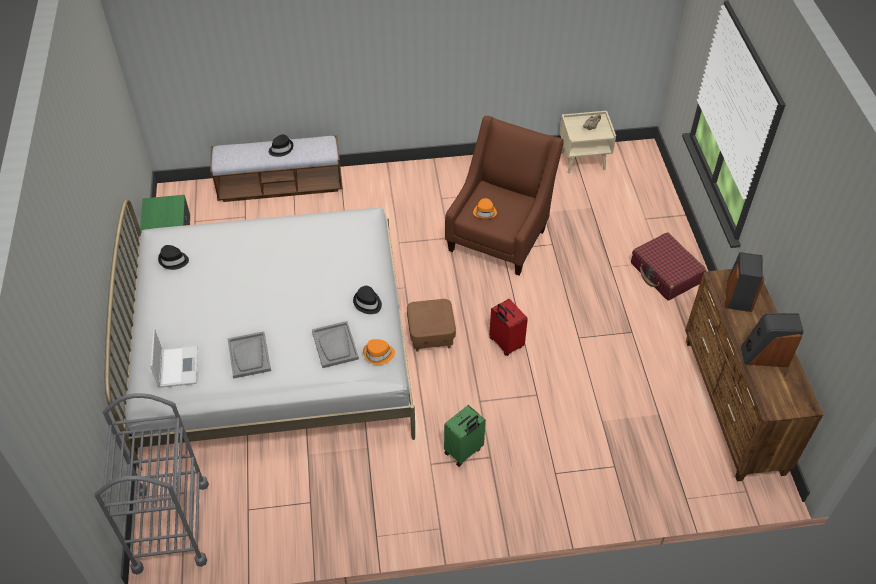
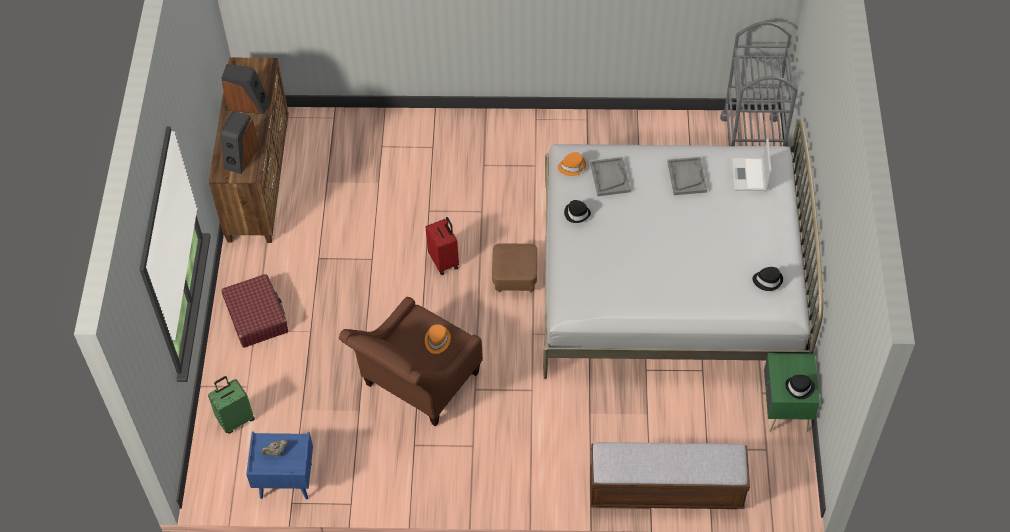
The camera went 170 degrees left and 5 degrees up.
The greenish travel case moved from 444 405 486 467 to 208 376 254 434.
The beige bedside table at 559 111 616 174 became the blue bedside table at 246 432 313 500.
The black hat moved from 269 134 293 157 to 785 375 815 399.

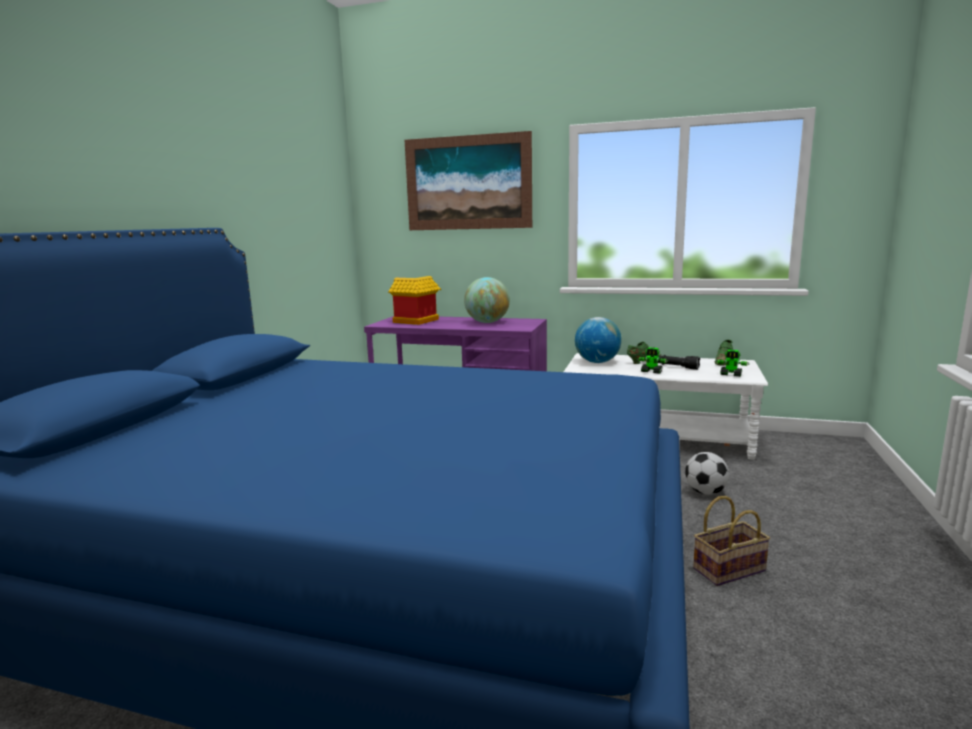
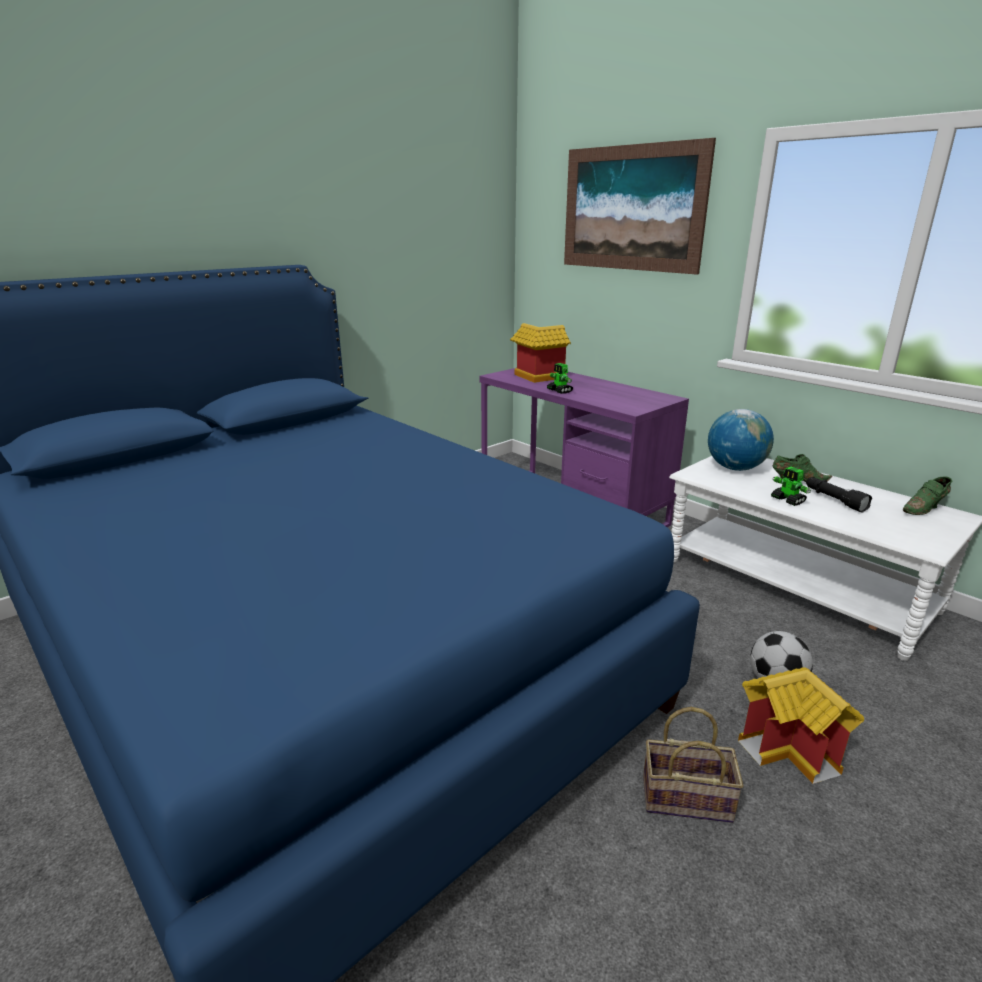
The camera went 30 degrees right and 10 degrees up.
The model robot moved from 716 350 750 377 to 547 363 573 394.
The miniature house at 738 667 864 784 appeared.
The globe at 464 277 510 323 disappeared.

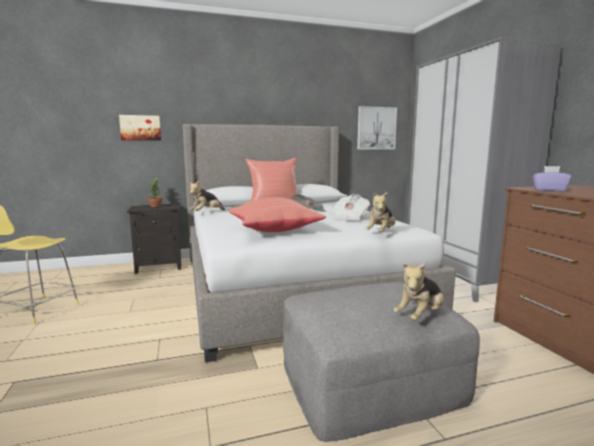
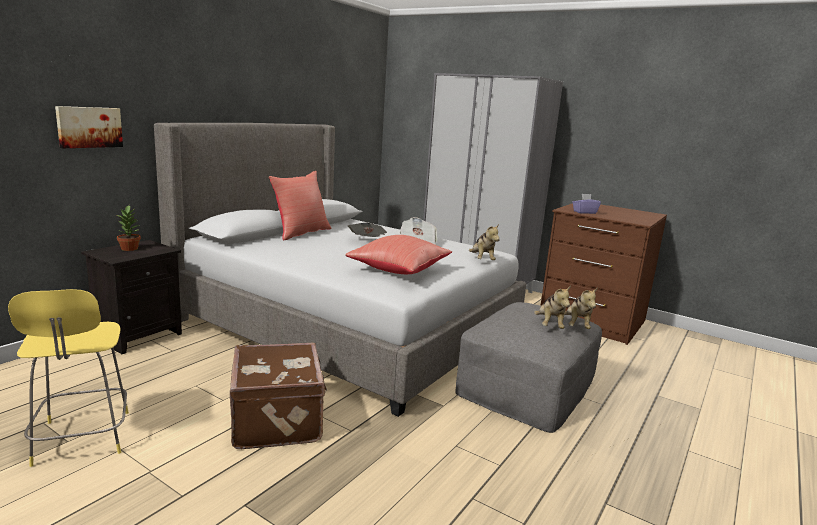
The camera went 40 degrees left and 5 degrees up.
The brown travel case at 230 342 327 449 appeared.
The plush toy moved from 189 181 225 211 to 534 286 571 329.
The picture at 357 106 397 149 disappeared.

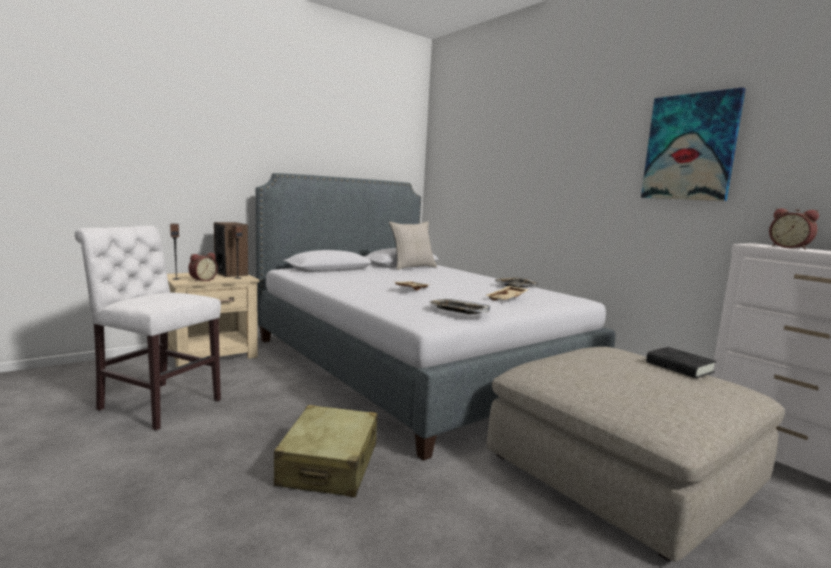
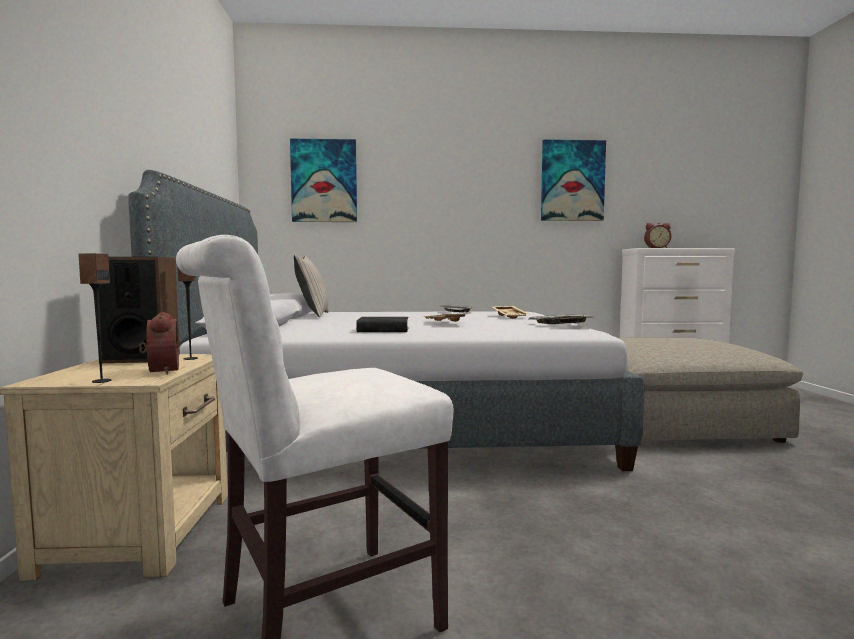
The camera went 55 degrees left and 5 degrees down.
The picture at 290 138 357 222 appeared.
The black book moved from 646 347 716 378 to 356 317 409 332.
The beige travel case at 274 405 378 497 disappeared.

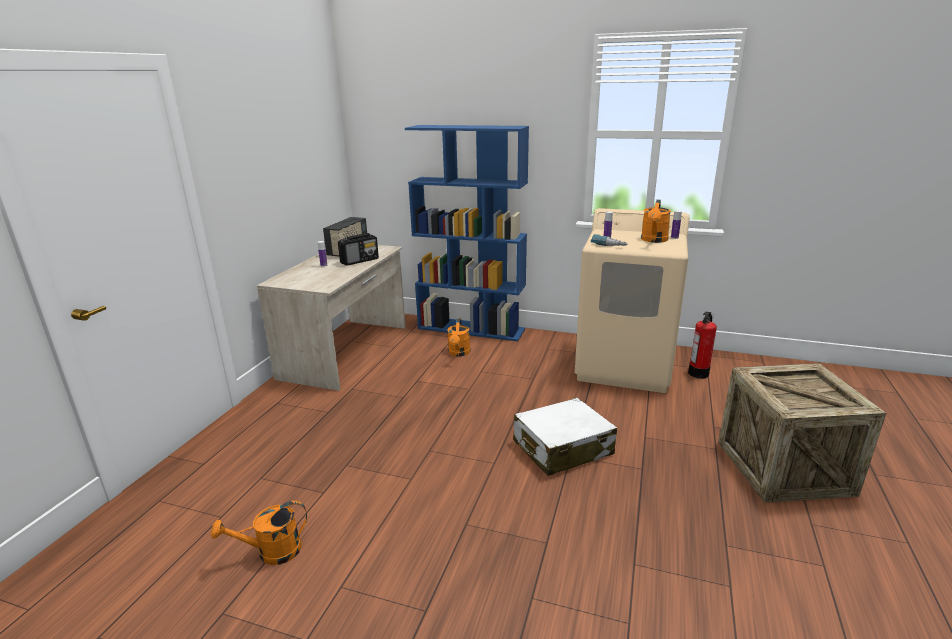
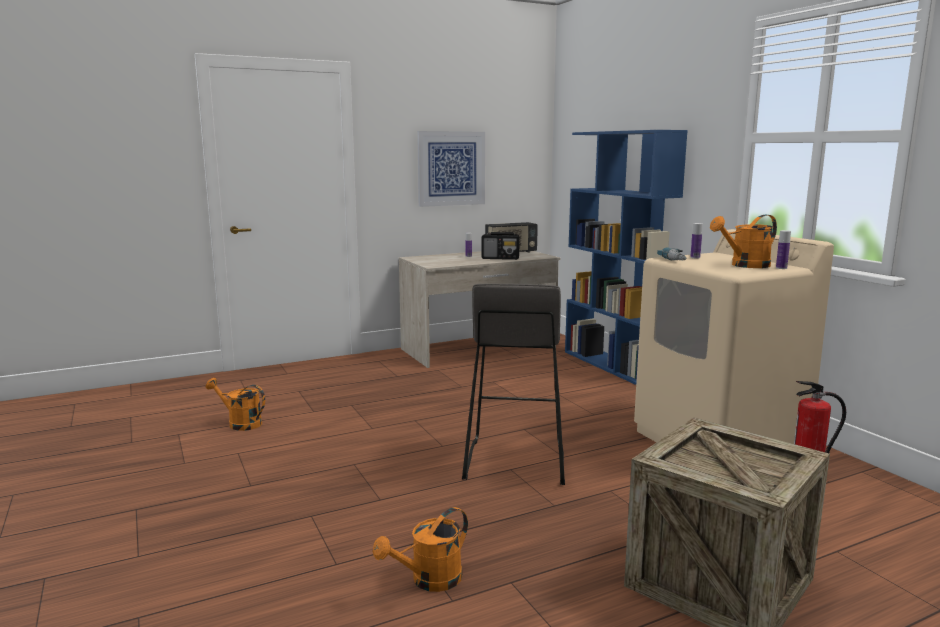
The camera went 45 degrees right and 10 degrees down.
The orange-coloured sprinkling can moved from 447 318 470 357 to 373 507 468 592.
The picture at 417 131 485 207 appeared.
The white-coloured travel case at 513 398 617 476 was replaced by the gray stool seat at 462 283 565 485.

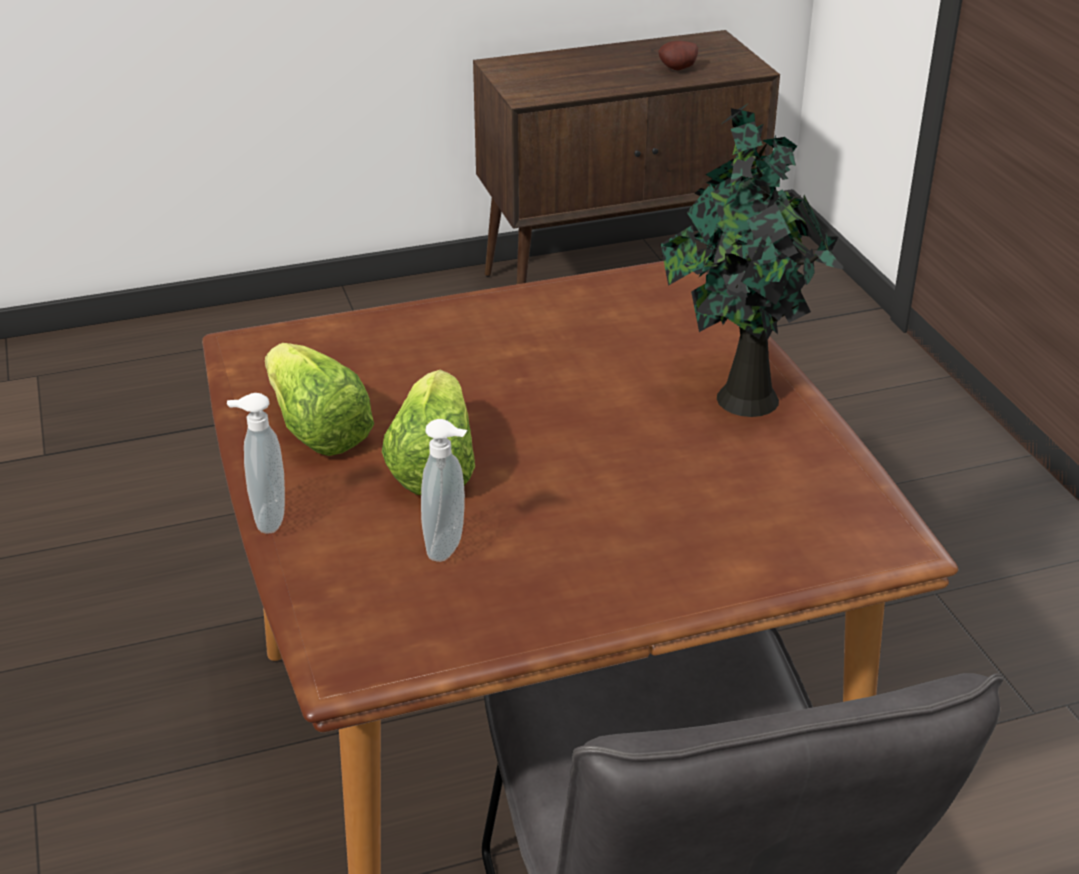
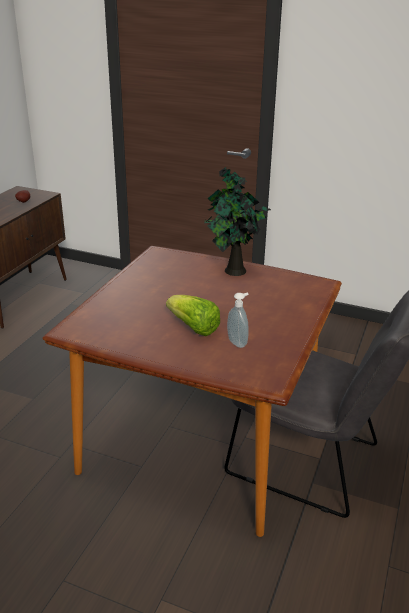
The camera went 50 degrees left and 5 degrees down.
The soap bottle at 227 393 285 534 disappeared.
The lettuce head at 265 343 374 456 disappeared.

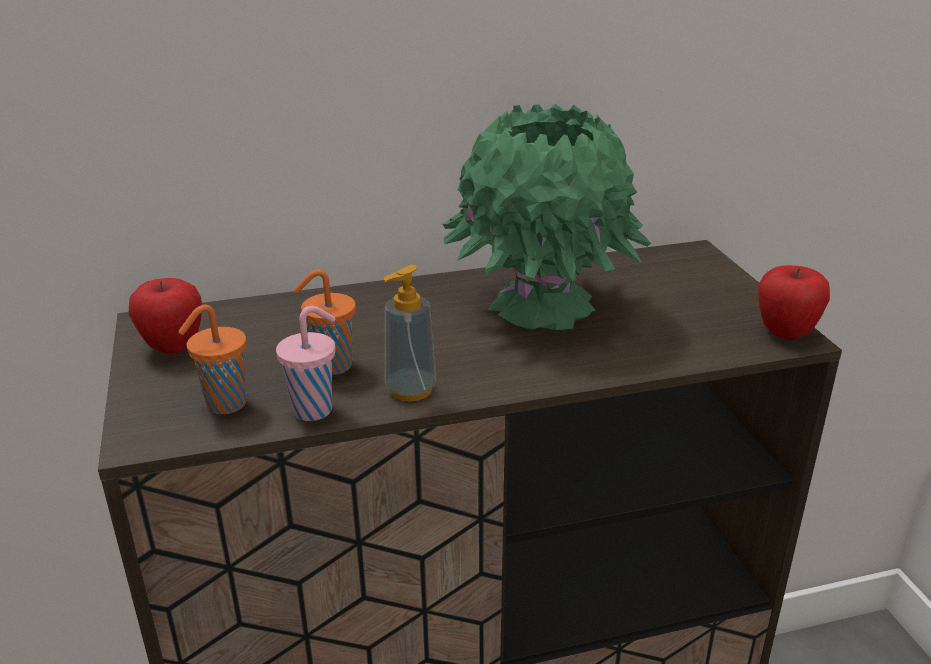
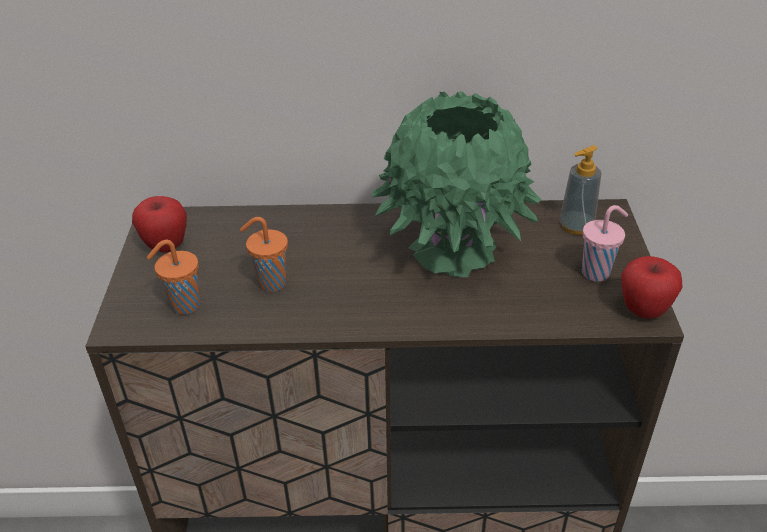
The camera went 15 degrees right and 10 degrees up.
The soap bottle moved from 383 265 437 402 to 559 145 601 235.
The pink-coloured small cup moved from 276 306 335 421 to 582 205 628 282.

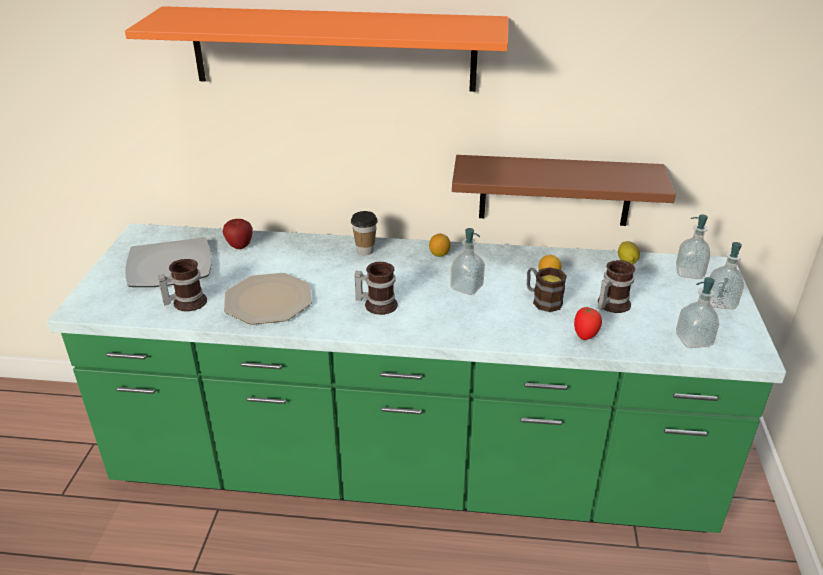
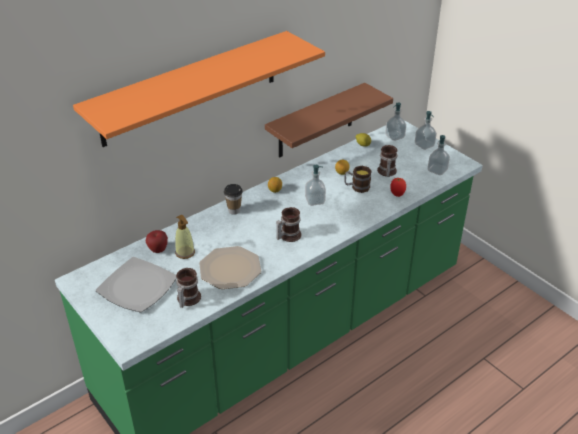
The camera went 45 degrees left and 5 degrees up.
The soap bottle at 175 215 195 259 appeared.

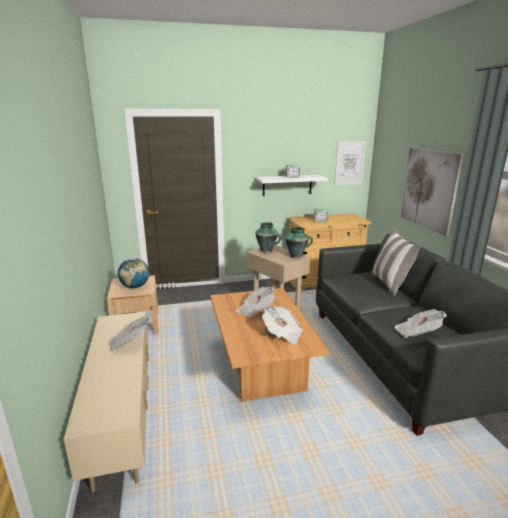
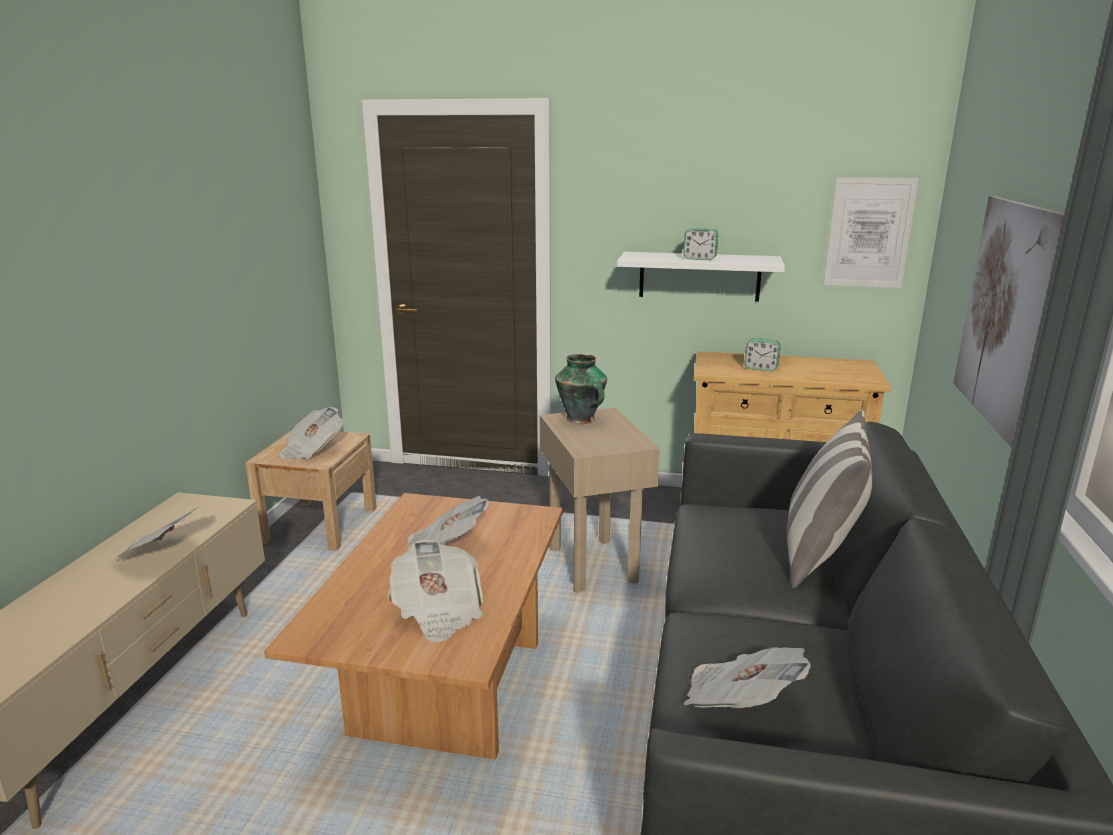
The camera went 25 degrees right and 0 degrees up.
The globe at 118 258 149 288 was replaced by the newspaper at 279 407 343 459.
The vase at 285 227 313 259 disappeared.

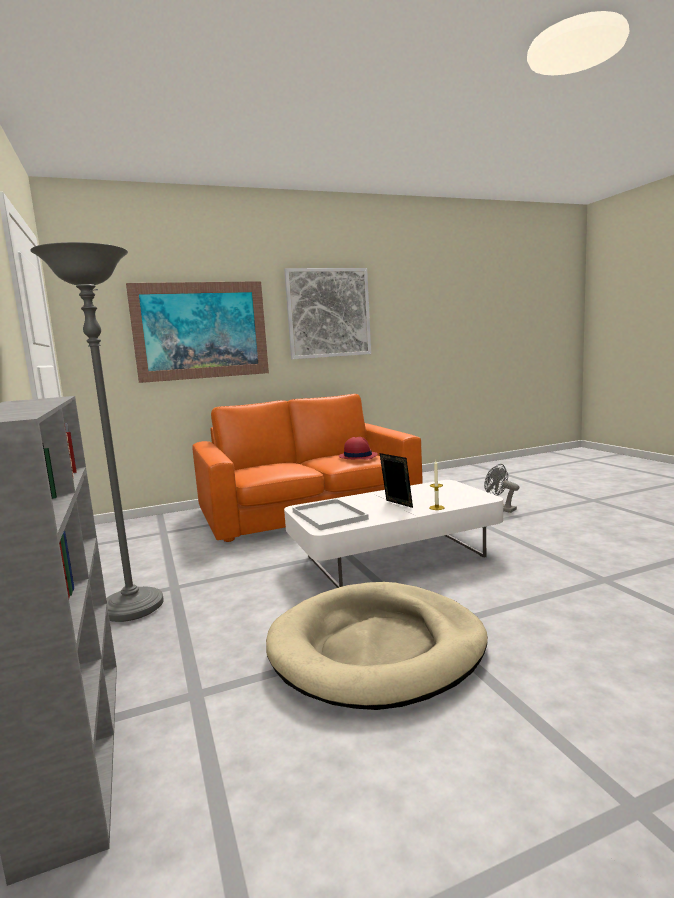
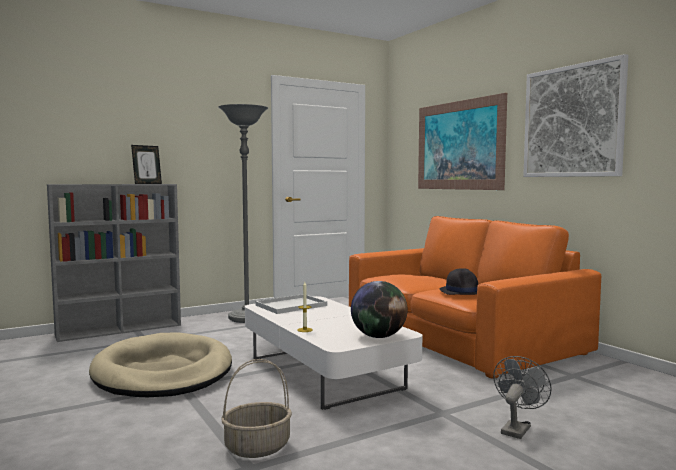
The camera went 80 degrees right and 5 degrees down.
The photo frame moved from 380 453 413 508 to 131 145 162 184.
The household basket at 222 359 292 458 appeared.
The globe at 351 281 408 338 appeared.
The red hat at 339 437 378 459 became the black hat at 439 268 478 295.

